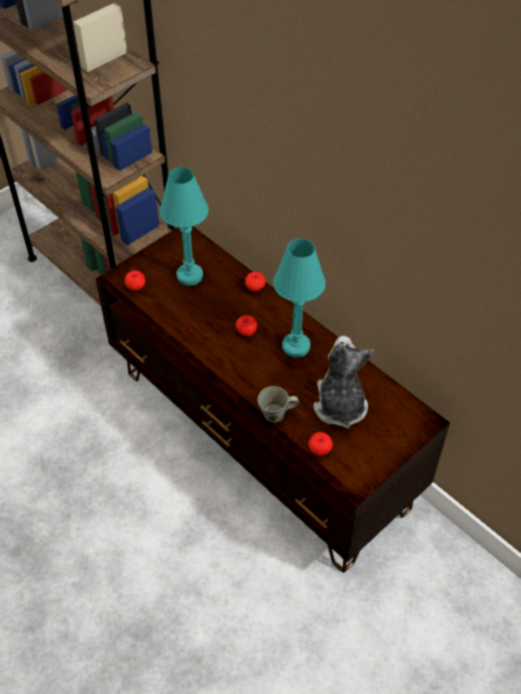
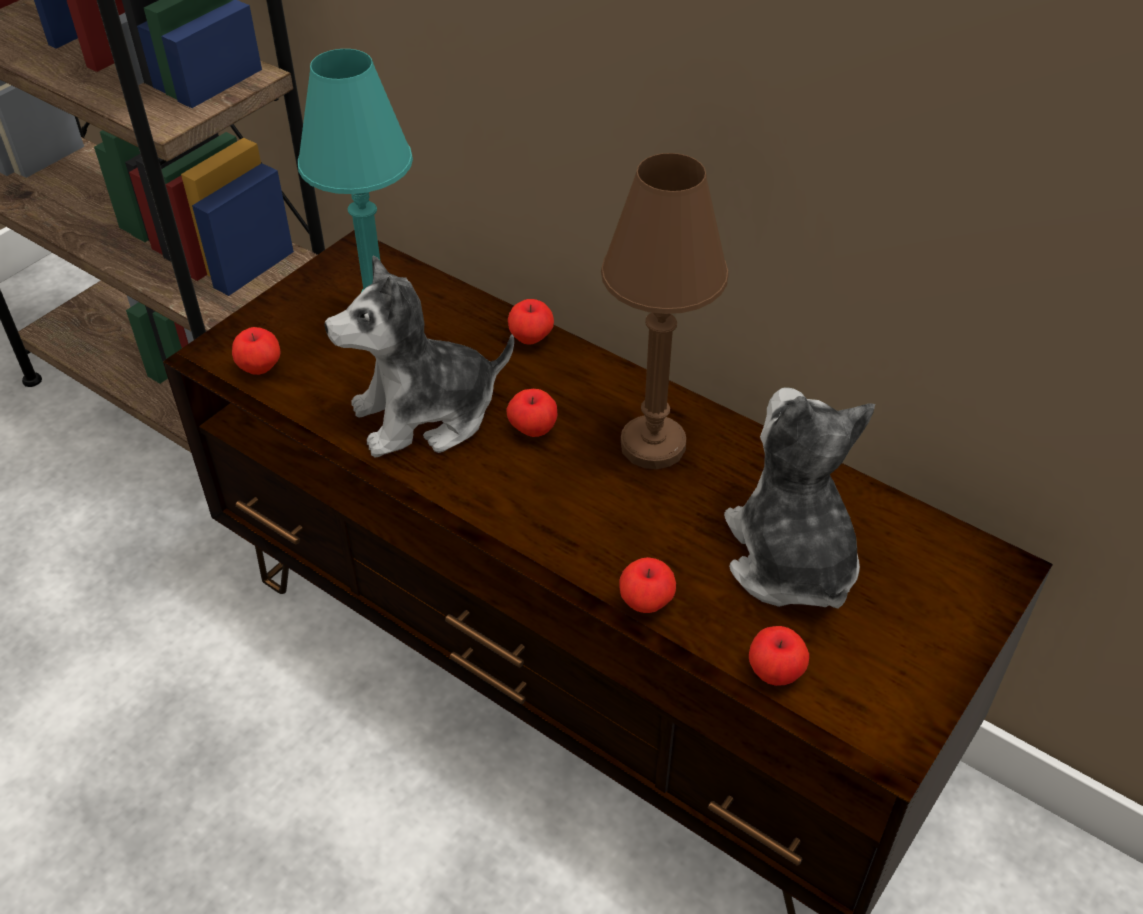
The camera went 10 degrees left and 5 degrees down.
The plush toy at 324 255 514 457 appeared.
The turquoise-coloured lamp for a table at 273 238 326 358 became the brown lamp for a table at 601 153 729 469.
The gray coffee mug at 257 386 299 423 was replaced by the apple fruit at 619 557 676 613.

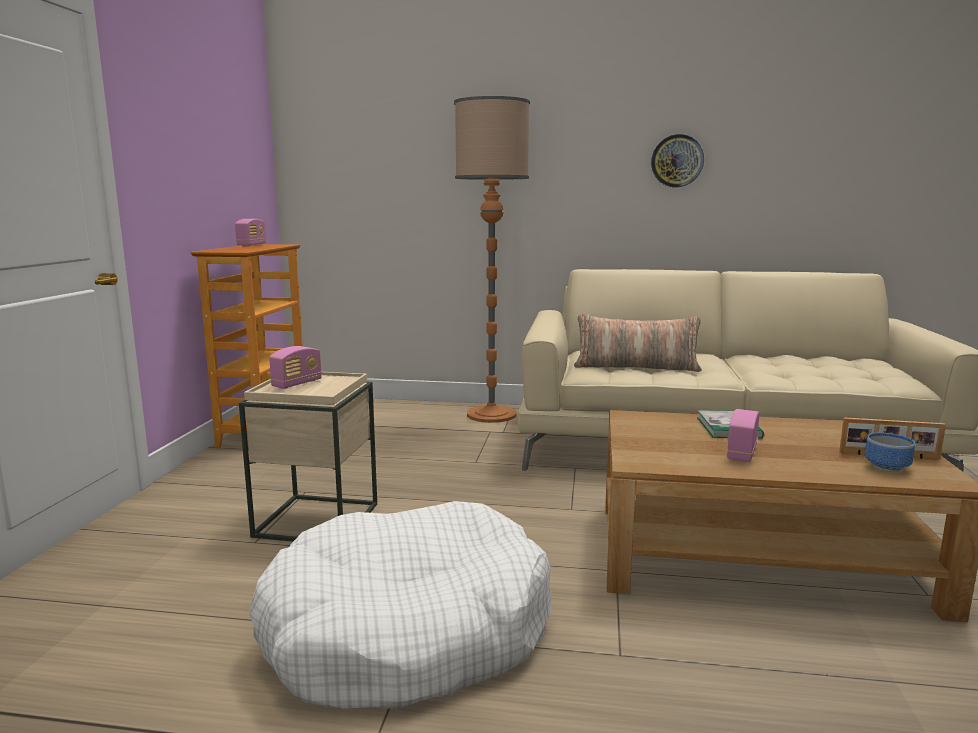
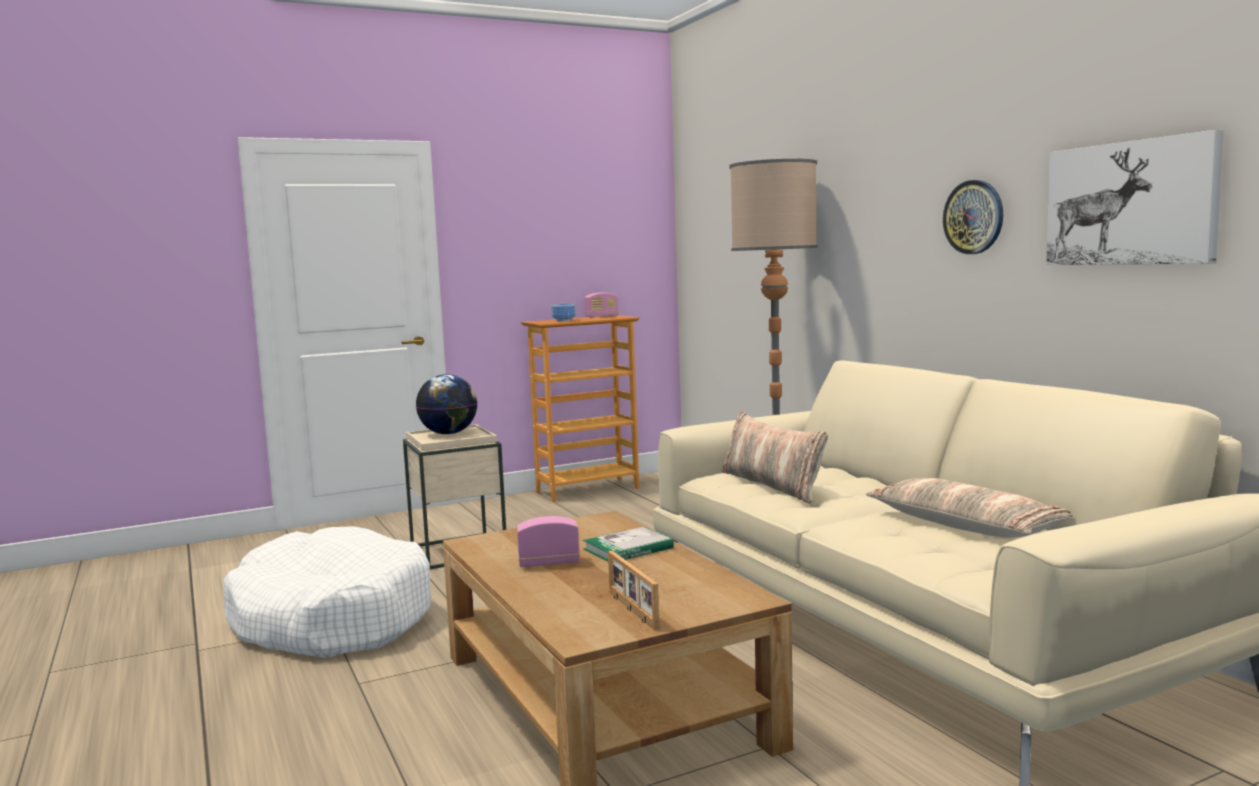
The camera went 55 degrees right and 5 degrees down.
The radio at 269 346 322 389 was replaced by the globe at 416 374 477 435.
The serving bowl moved from 865 433 915 472 to 551 304 575 322.
The cushion at 866 478 1073 538 appeared.
The picture at 1046 130 1224 265 appeared.

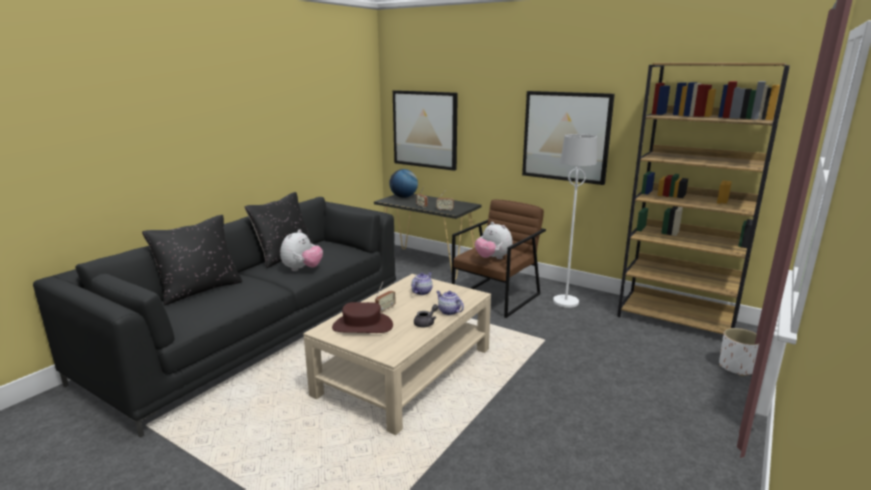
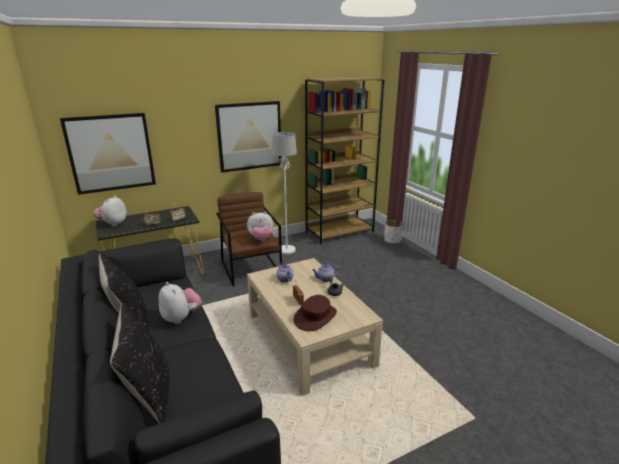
The camera went 60 degrees left and 5 degrees up.
The globe at 389 169 418 198 was replaced by the plush toy at 93 195 127 227.

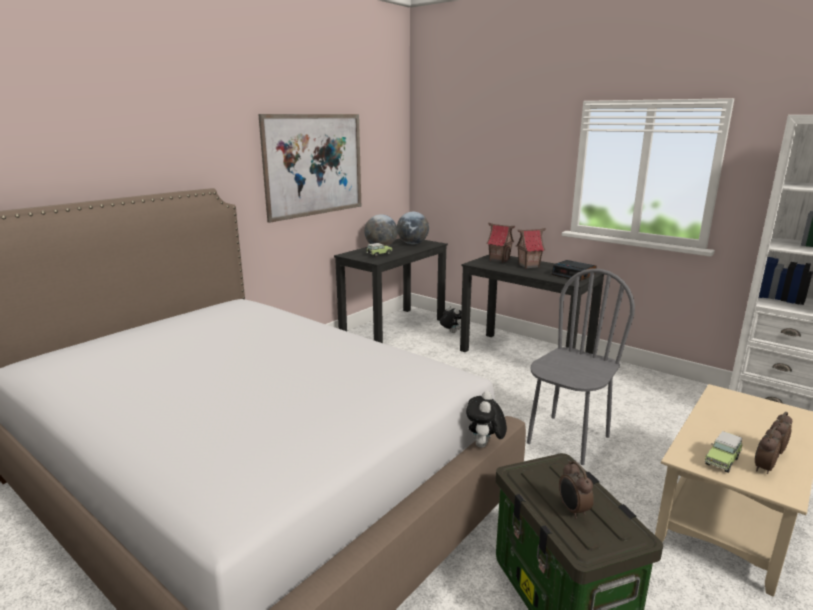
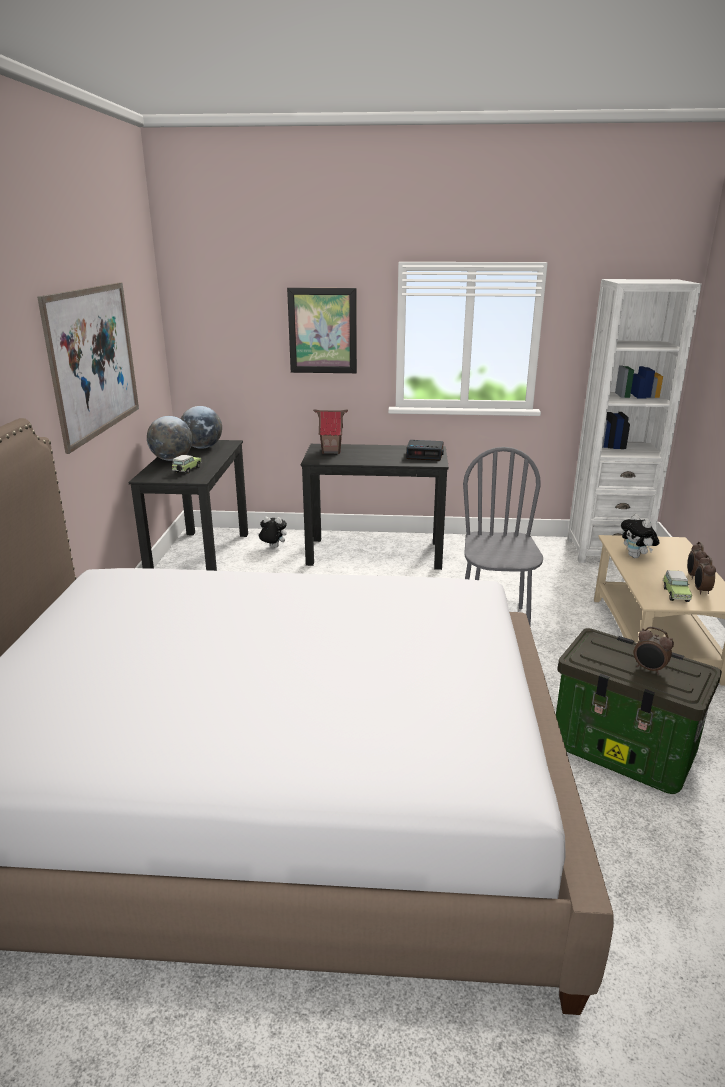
The camera went 35 degrees left and 5 degrees up.
The picture at 287 288 357 373 appeared.
The plush toy moved from 466 391 507 448 to 621 514 660 558.
The miniature house at 516 228 546 269 disappeared.

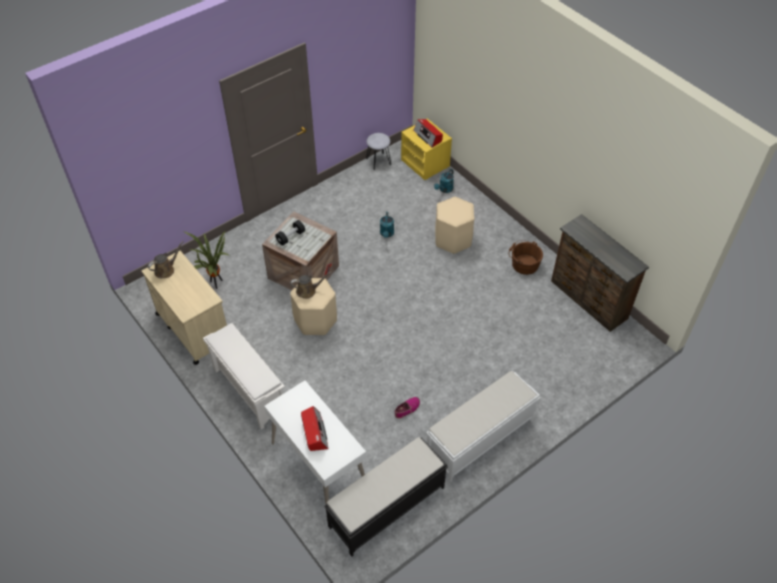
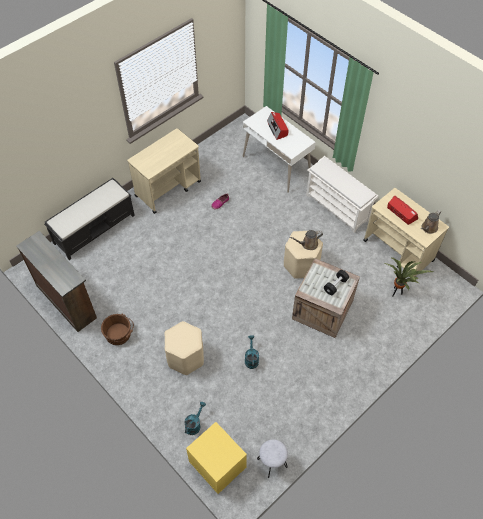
The camera went 175 degrees right and 5 degrees up.
The black indoor bench moved from 324 437 448 557 to 44 178 135 260.
The white-coloured indoor bench at 426 371 540 482 was replaced by the beige wheeled cart at 127 128 201 214.
The radio moved from 413 119 443 147 to 387 196 418 225.

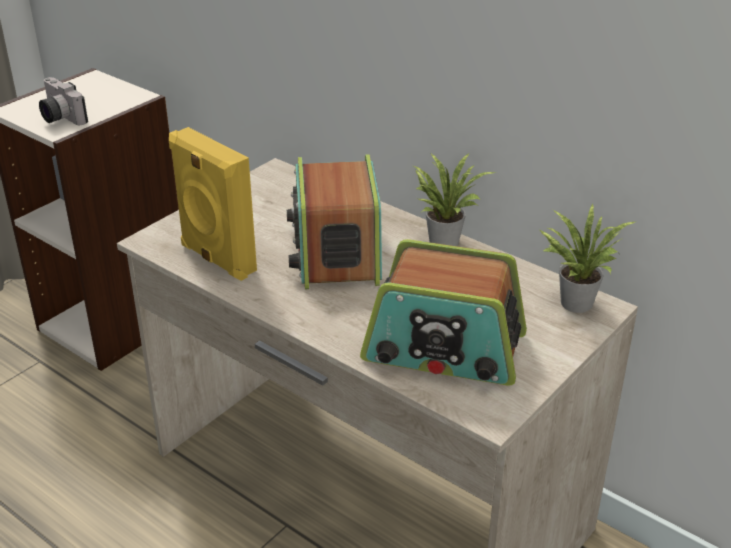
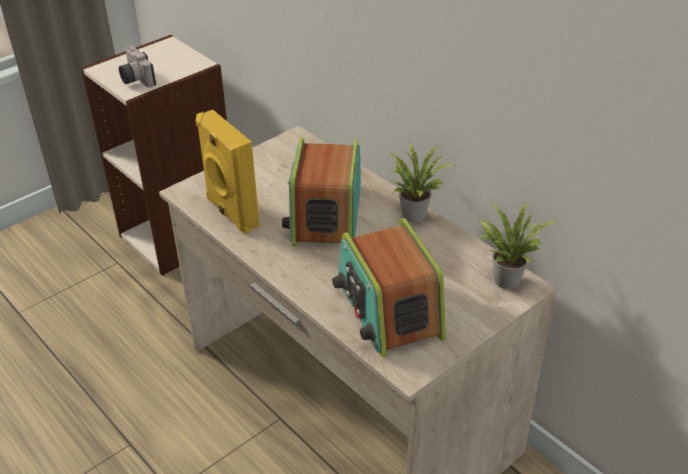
The camera went 10 degrees right and 5 degrees up.
The radio at 360 239 527 385 turned 45 degrees clockwise.

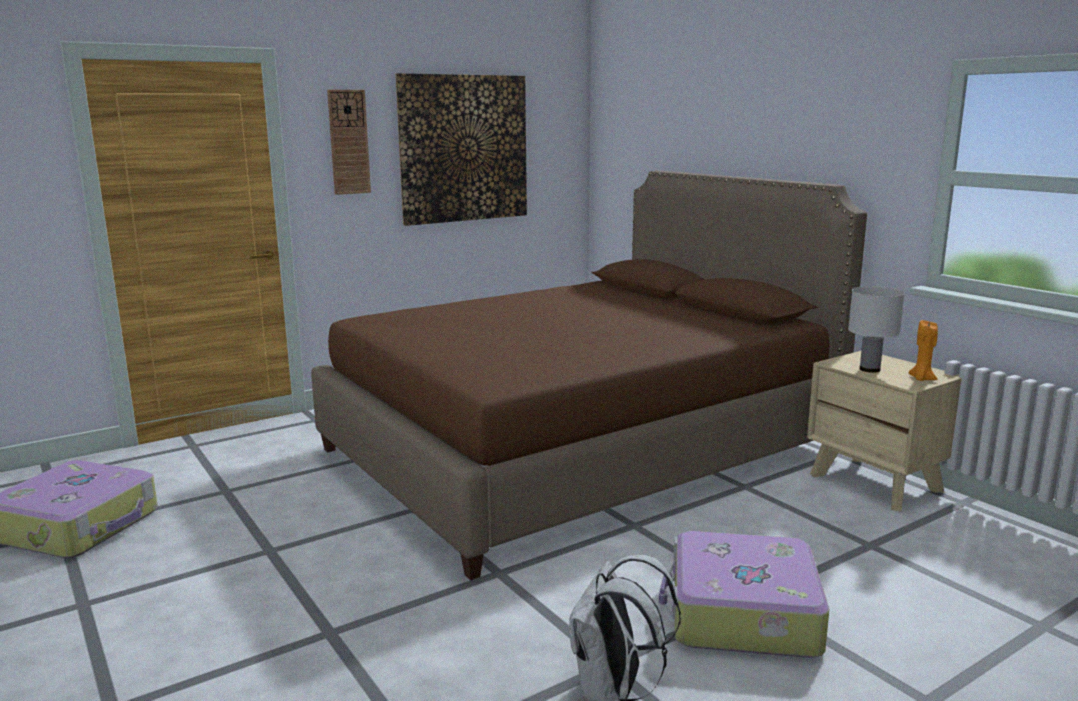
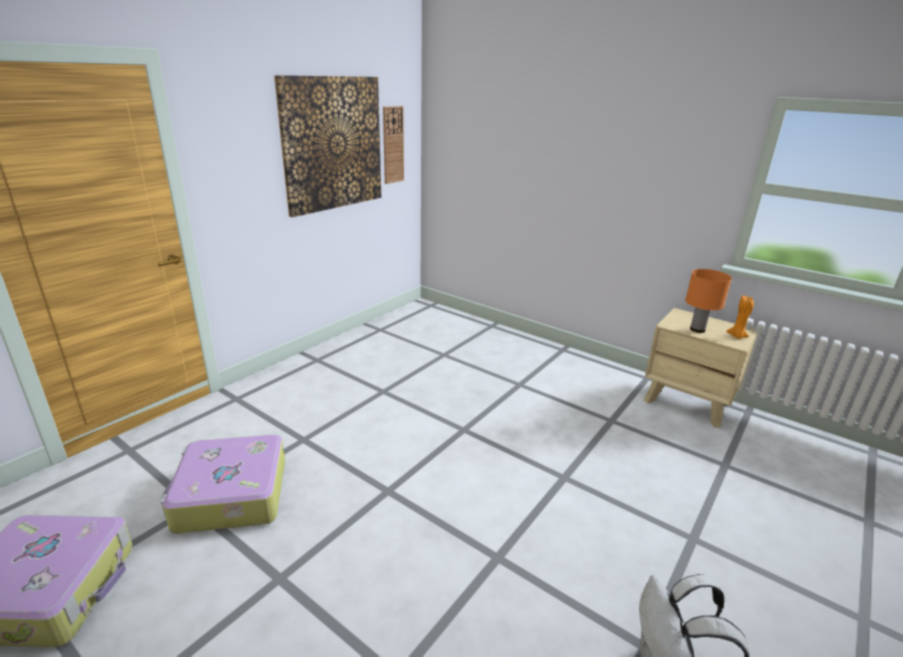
The camera went 20 degrees left and 10 degrees up.
The travel case moved from 659 531 829 658 to 161 435 285 534.
The wall clock moved from 327 90 371 195 to 383 106 404 184.
The white-coloured lamp for a table at 848 286 905 373 became the orange-coloured lamp for a table at 685 269 732 333.
The brown bedroom bed at 311 170 867 580 disappeared.

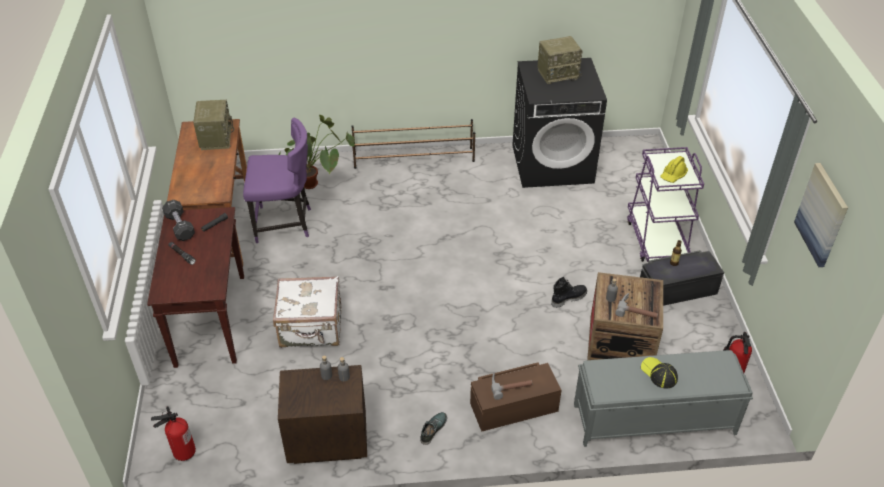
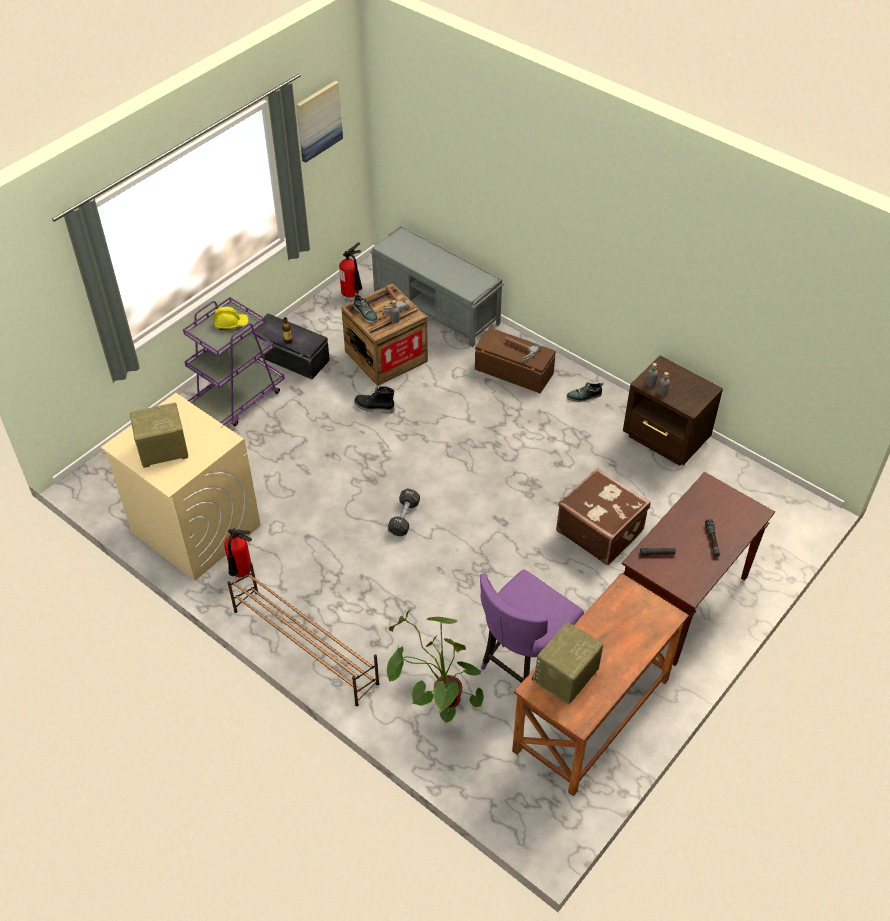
The camera went 135 degrees left and 5 degrees up.
The black laundry machine at 512 58 607 188 became the beige laundry machine at 101 393 261 581.
The radio at 538 36 582 84 turned 45 degrees counterclockwise.
The extinguisher moved from 151 406 196 461 to 224 528 252 577.
The low shoe at 354 293 378 324 appeared.
The black dumbbell moved from 162 200 195 241 to 388 489 420 536.
The purple chair at 243 118 311 243 turned 90 degrees counterclockwise.
The white-coloured travel case at 273 276 341 348 became the brown travel case at 556 468 651 565.
The baseball cap at 641 357 678 389 disappeared.

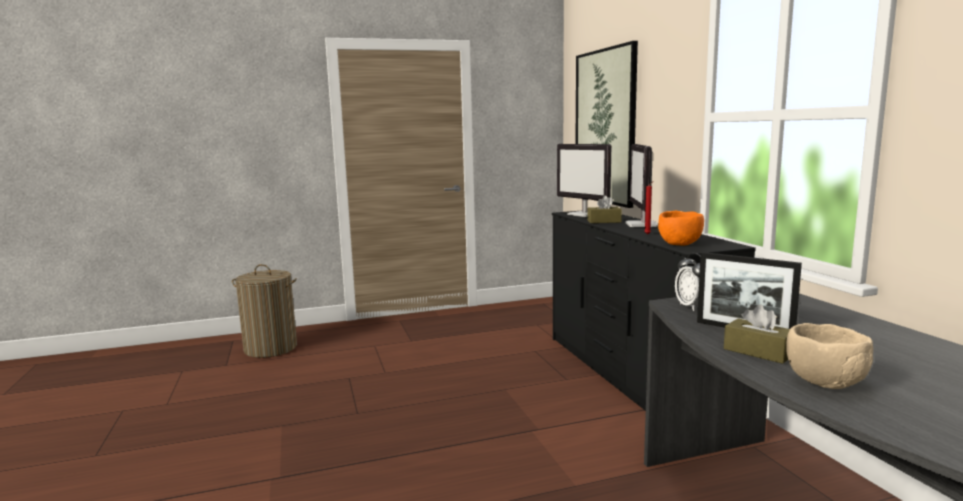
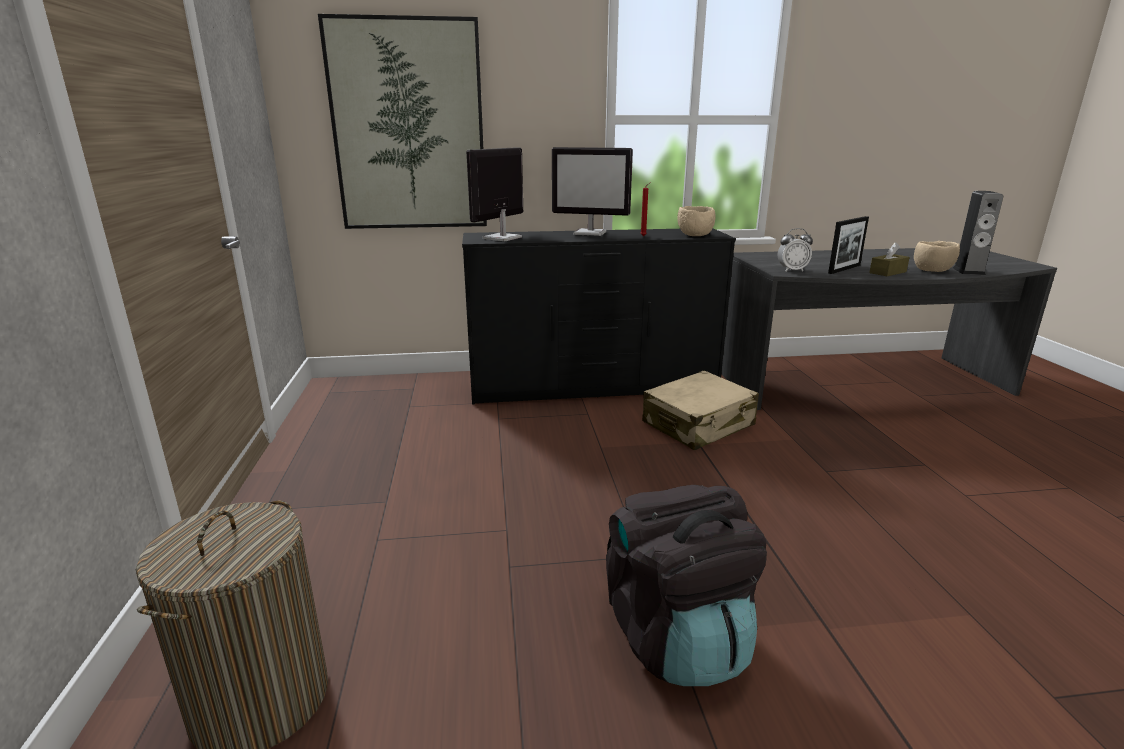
The camera went 80 degrees left and 10 degrees up.
The computer display at 557 144 611 217 turned 150 degrees clockwise.
The black rucksack at 606 485 767 686 appeared.
The beige travel case at 642 371 759 450 appeared.
The orange-coloured serving bowl at 658 211 704 246 became the beige serving bowl at 677 206 715 236.
The speaker at 953 191 1003 275 appeared.
The brown tissue box at 587 195 622 223 disappeared.

